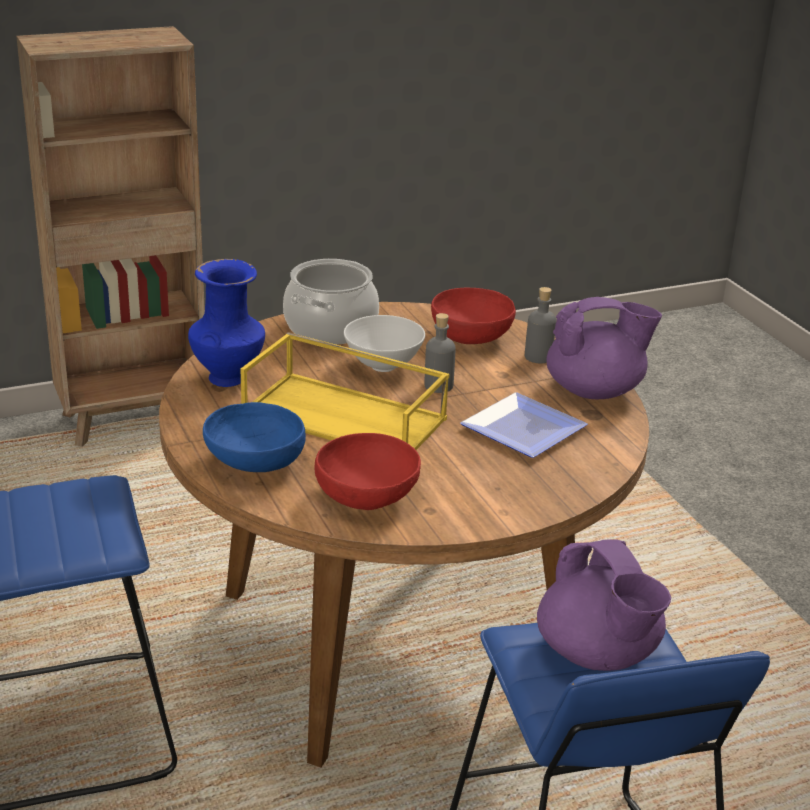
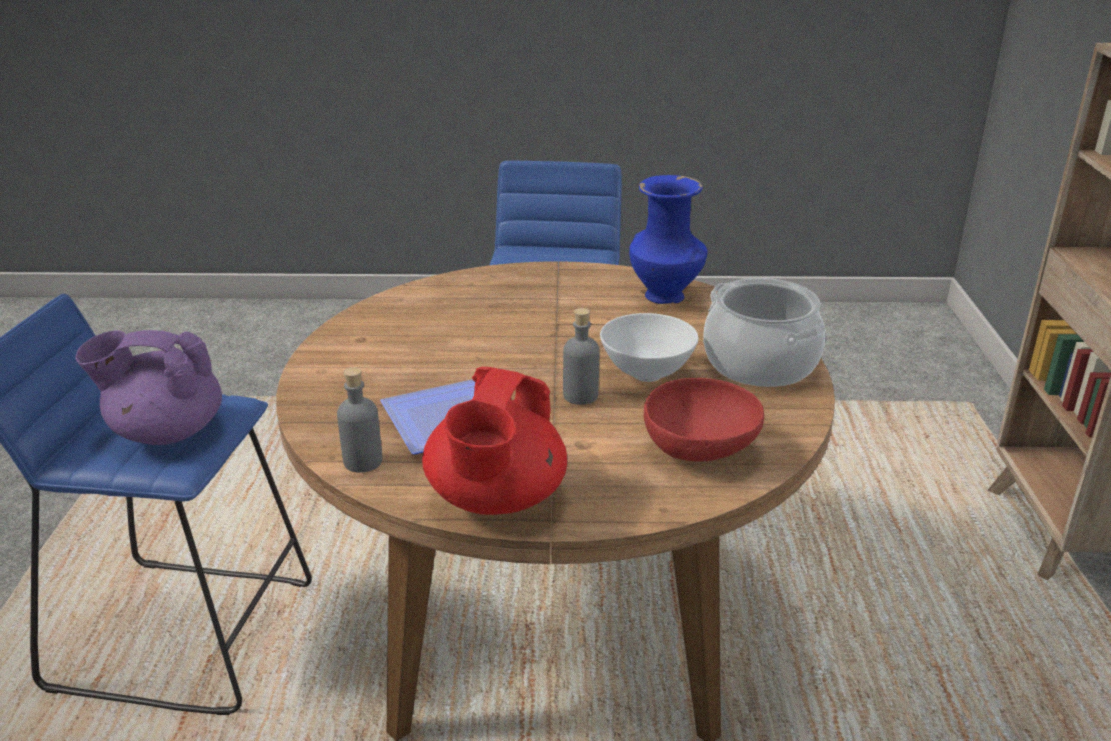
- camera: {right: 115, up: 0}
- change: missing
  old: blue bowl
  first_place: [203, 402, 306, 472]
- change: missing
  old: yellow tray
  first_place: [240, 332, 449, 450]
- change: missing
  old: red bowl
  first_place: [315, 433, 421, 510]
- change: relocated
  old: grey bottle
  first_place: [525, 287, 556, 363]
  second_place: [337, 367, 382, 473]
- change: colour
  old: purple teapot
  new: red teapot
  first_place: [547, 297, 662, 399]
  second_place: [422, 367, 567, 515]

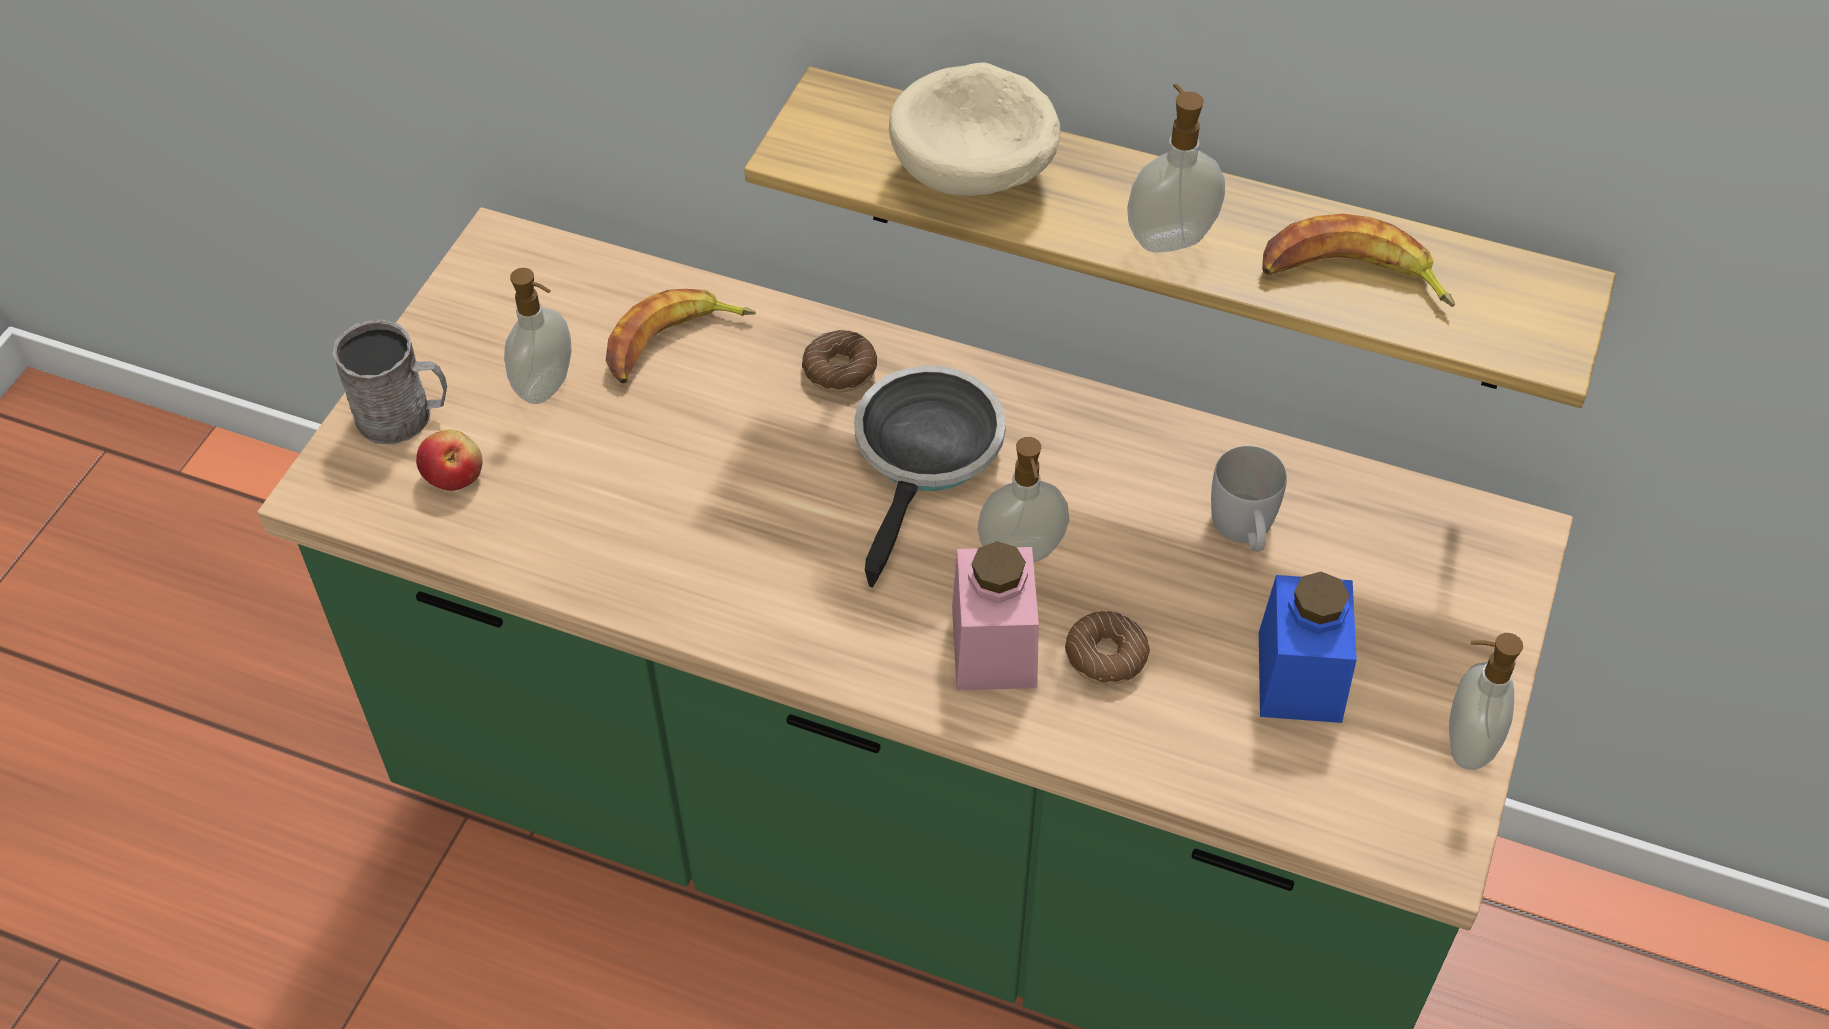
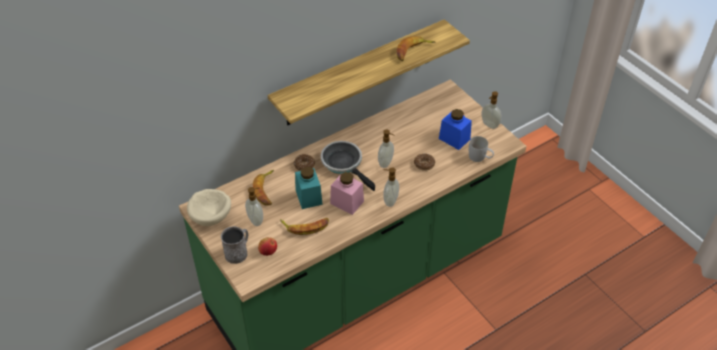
- camera: {right: -55, up: -5}
- change: appeared
  new: banana
  second_place: [280, 218, 329, 235]
- change: appeared
  new: turquoise jar
  second_place: [295, 167, 323, 209]
- change: relocated
  old: beige bowl
  first_place: [889, 63, 1060, 196]
  second_place: [187, 189, 231, 226]
- change: relocated
  old: pink jar
  first_place: [952, 541, 1039, 690]
  second_place: [330, 172, 364, 215]
- change: relocated
  old: soap dispenser
  first_place: [1127, 84, 1225, 253]
  second_place: [383, 168, 399, 207]
- change: relocated
  old: white mug
  first_place: [1211, 446, 1287, 552]
  second_place: [469, 136, 494, 162]

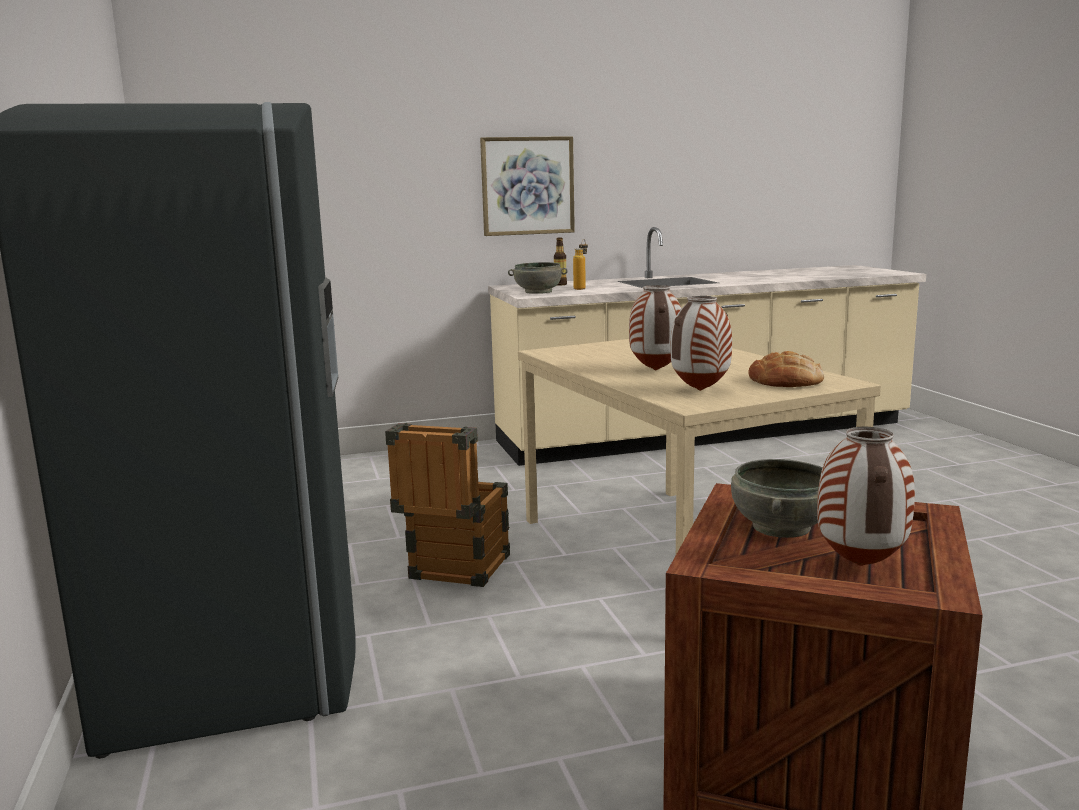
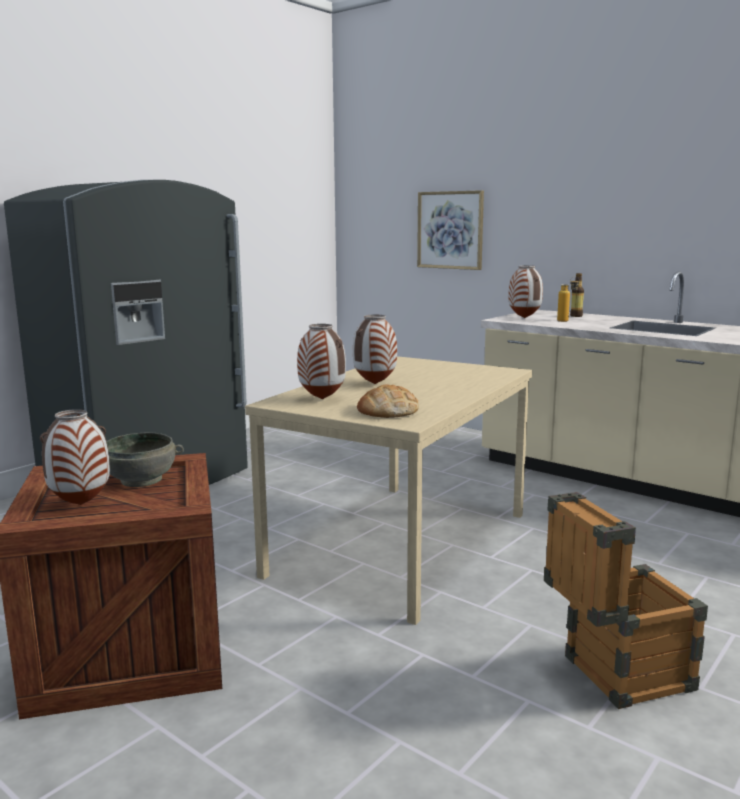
- camera: {right: 55, up: 0}
- change: relocated
  old: crate
  first_place: [385, 423, 510, 587]
  second_place: [544, 492, 708, 709]
- change: relocated
  old: picture
  first_place: [480, 136, 575, 236]
  second_place: [417, 190, 484, 270]
- change: exchanged
  old: grey bowl
  new: vase
  first_place: [508, 262, 568, 294]
  second_place: [508, 265, 543, 318]

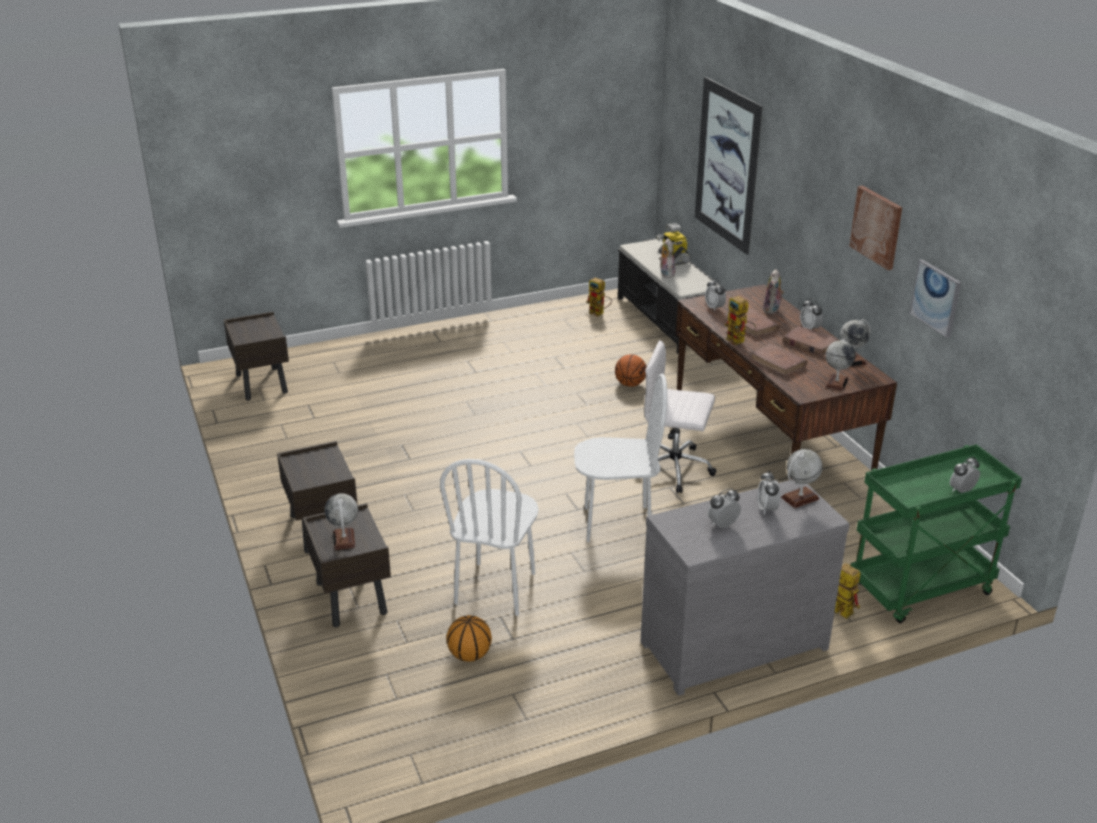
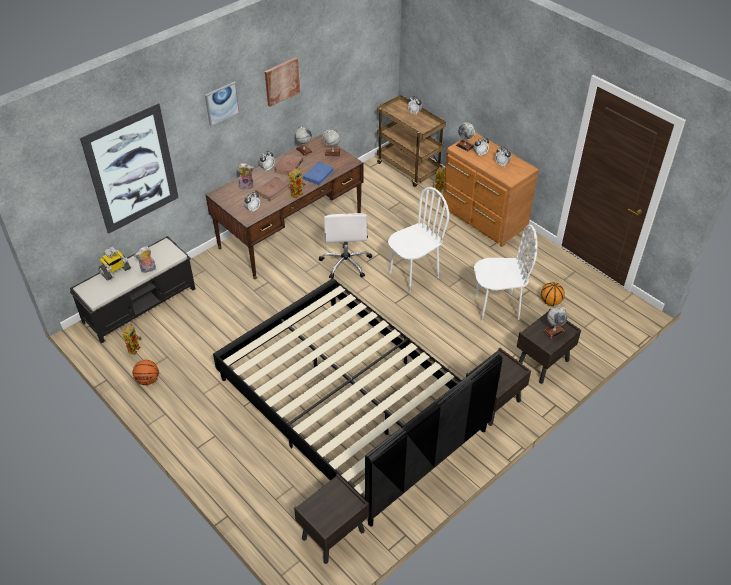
- camera: {right: -110, up: 15}
- change: appeared
  new: black bed
  second_place: [213, 278, 503, 526]
- change: relocated
  old: basketball
  first_place: [615, 354, 647, 387]
  second_place: [132, 360, 159, 385]
- change: relocated
  old: picture
  first_place: [910, 259, 961, 338]
  second_place: [205, 82, 240, 126]
- change: colour
  old: grey dresser
  new: brown dresser
  first_place: [641, 479, 850, 696]
  second_place: [442, 132, 539, 247]
- change: colour
  old: brown book
  new: blue book
  first_place: [750, 344, 807, 377]
  second_place: [303, 162, 335, 186]
- change: colour
  old: green cart
  new: brown cart
  first_place: [851, 444, 1022, 623]
  second_place: [377, 95, 446, 187]
- change: spun
  old: white chair
  first_place: [574, 374, 667, 542]
  second_place: [388, 187, 449, 292]
  degrees: 75

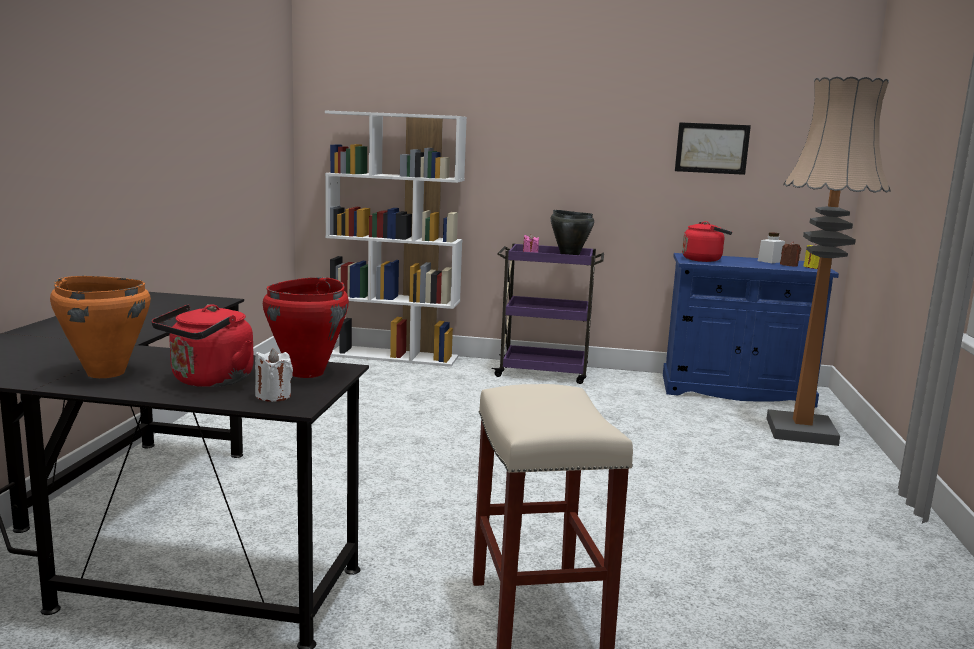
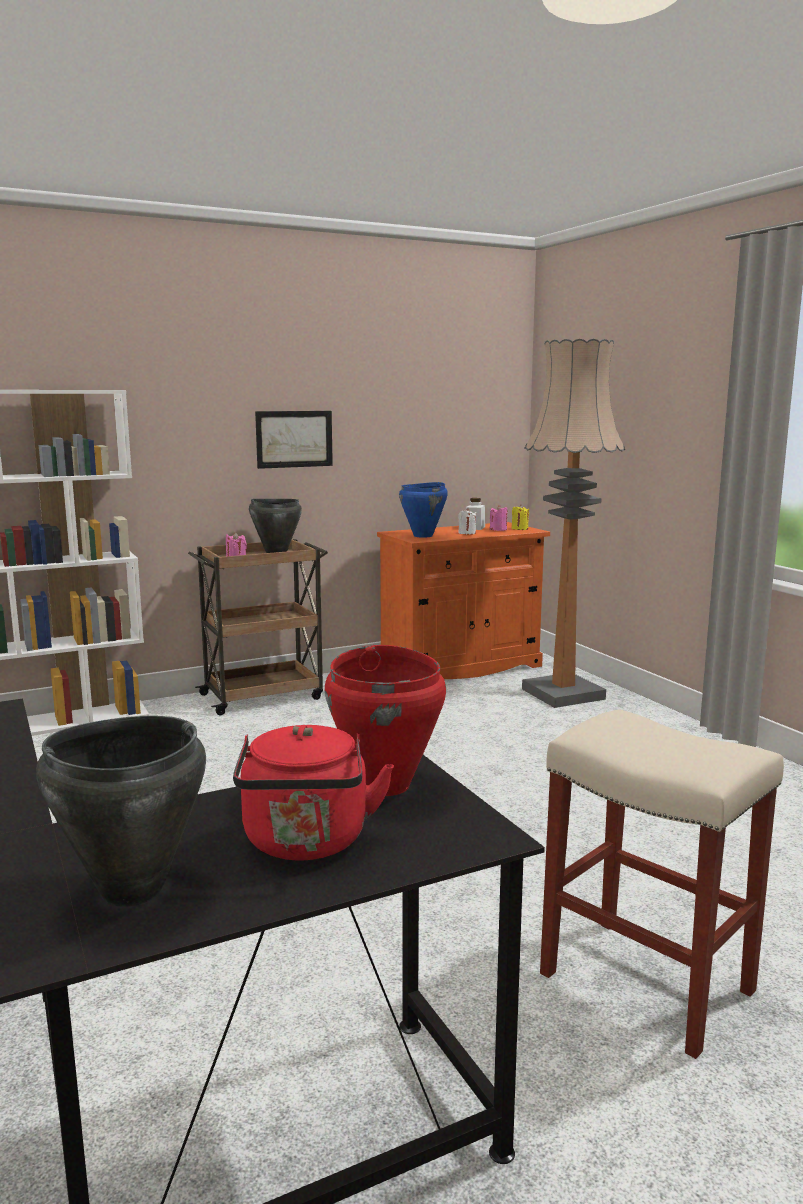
- camera: {right: -35, up: 0}
- change: relocated
  old: white candle
  first_place: [255, 348, 293, 402]
  second_place: [458, 508, 477, 534]
- change: relocated
  old: picture
  first_place: [675, 122, 751, 175]
  second_place: [255, 411, 333, 469]
- change: exchanged
  old: red kettle
  new: blue cooking pot
  first_place: [682, 221, 732, 262]
  second_place: [399, 482, 448, 538]
- change: colour
  old: orange cooking pot
  new: black cooking pot
  first_place: [50, 276, 151, 378]
  second_place: [36, 716, 206, 907]
- change: colour
  old: purple cart
  new: brown cart
  first_place: [492, 244, 604, 384]
  second_place: [188, 539, 328, 715]
- change: colour
  old: blue cabinet
  new: orange cabinet
  first_place: [663, 253, 839, 408]
  second_place: [377, 522, 550, 679]
- change: colour
  old: brown candle
  new: pink candle
  first_place: [780, 241, 801, 266]
  second_place: [490, 505, 507, 531]

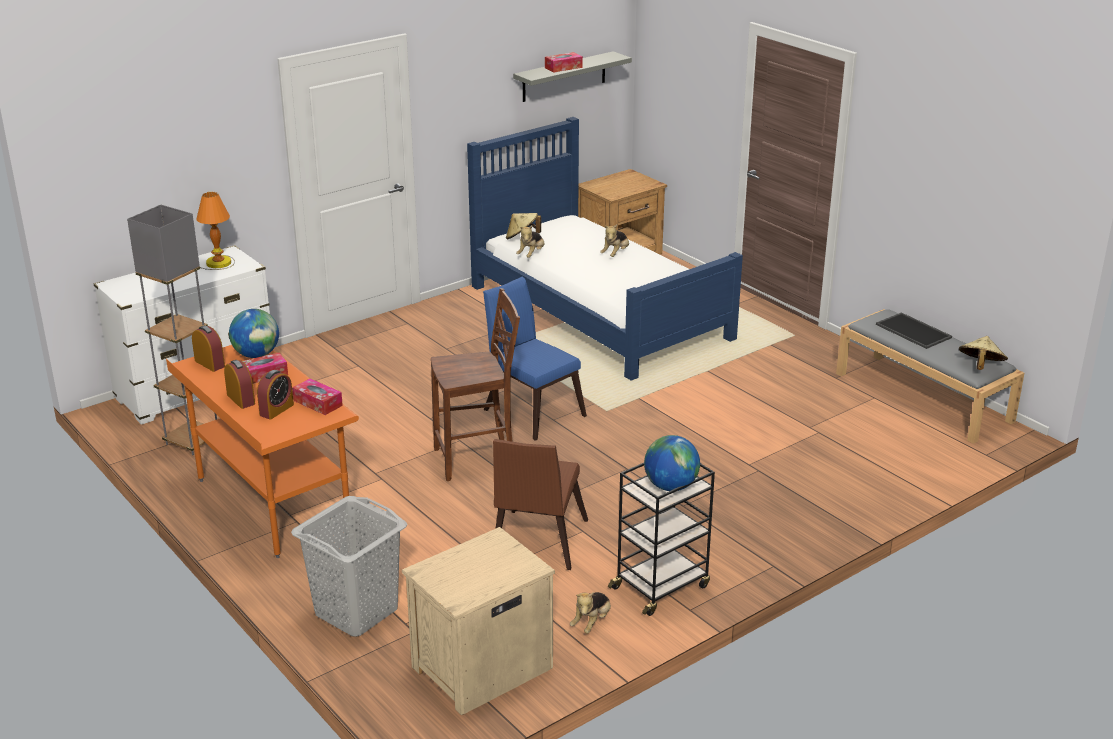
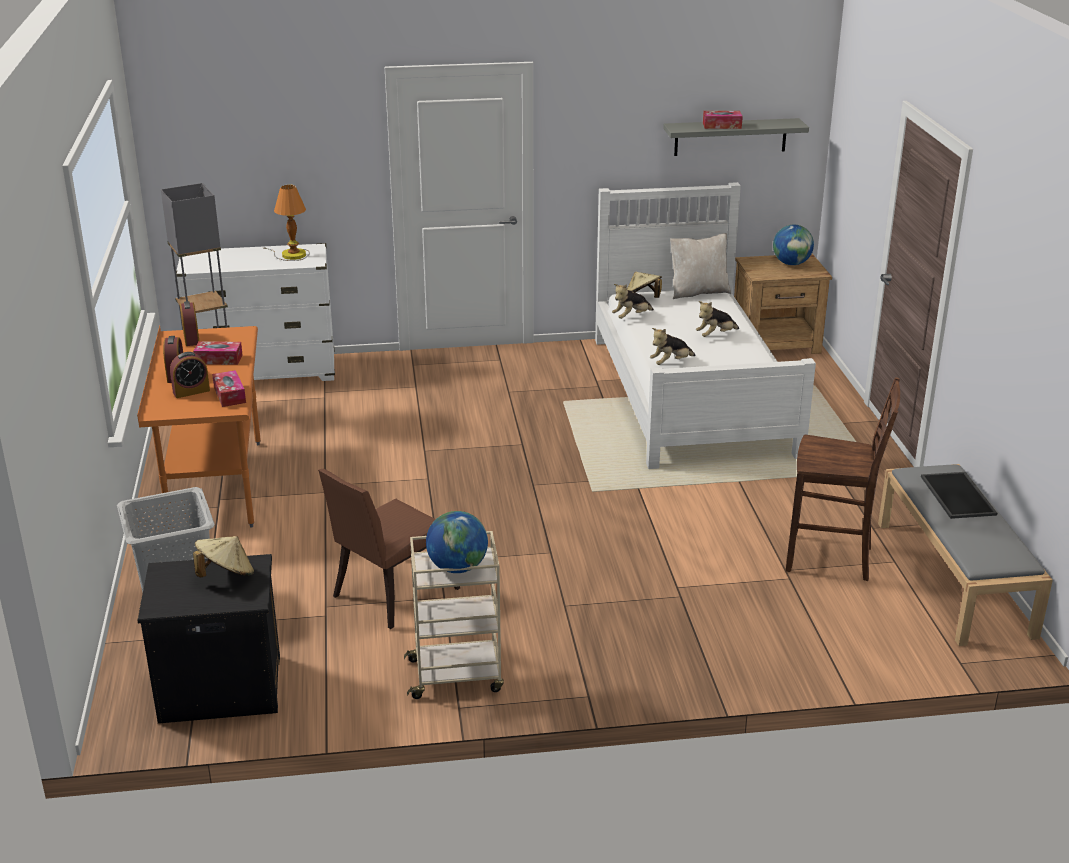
- camera: {right: 30, up: 0}
- change: missing
  old: blue chair
  first_place: [483, 277, 587, 441]
- change: appeared
  new: beige pillow
  second_place: [670, 233, 731, 299]
- change: relocated
  old: globe
  first_place: [229, 309, 279, 358]
  second_place: [773, 225, 814, 265]
- change: relocated
  old: brown chair
  first_place: [431, 288, 520, 481]
  second_place: [786, 377, 900, 581]
- change: relocated
  old: plush toy
  first_place: [570, 592, 611, 634]
  second_place: [650, 328, 696, 365]
- change: relocated
  old: beige hat
  first_place: [959, 336, 1008, 370]
  second_place: [193, 536, 254, 577]
- change: colour
  old: beige nightstand
  new: black nightstand
  first_place: [402, 527, 555, 715]
  second_place: [137, 554, 280, 723]
- change: colour
  old: blue bed
  new: white bed
  first_place: [467, 117, 743, 381]
  second_place: [595, 182, 816, 469]
- change: colour
  old: black cart
  new: beige cart
  first_place: [608, 463, 715, 616]
  second_place: [404, 531, 504, 699]

